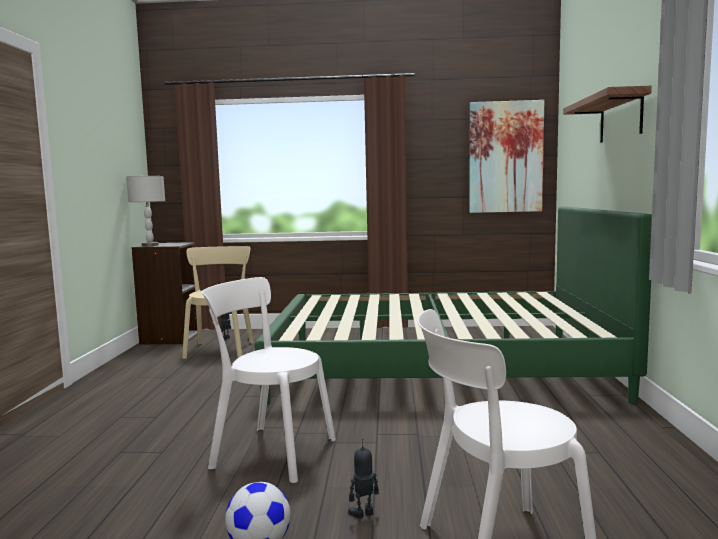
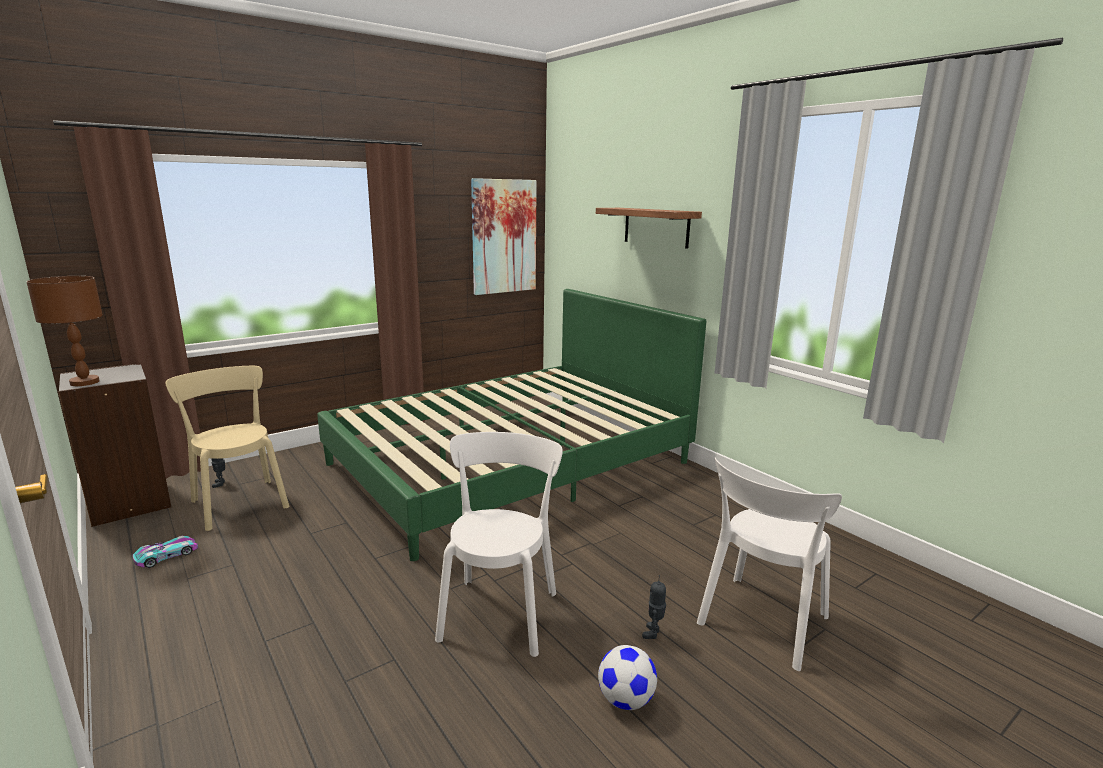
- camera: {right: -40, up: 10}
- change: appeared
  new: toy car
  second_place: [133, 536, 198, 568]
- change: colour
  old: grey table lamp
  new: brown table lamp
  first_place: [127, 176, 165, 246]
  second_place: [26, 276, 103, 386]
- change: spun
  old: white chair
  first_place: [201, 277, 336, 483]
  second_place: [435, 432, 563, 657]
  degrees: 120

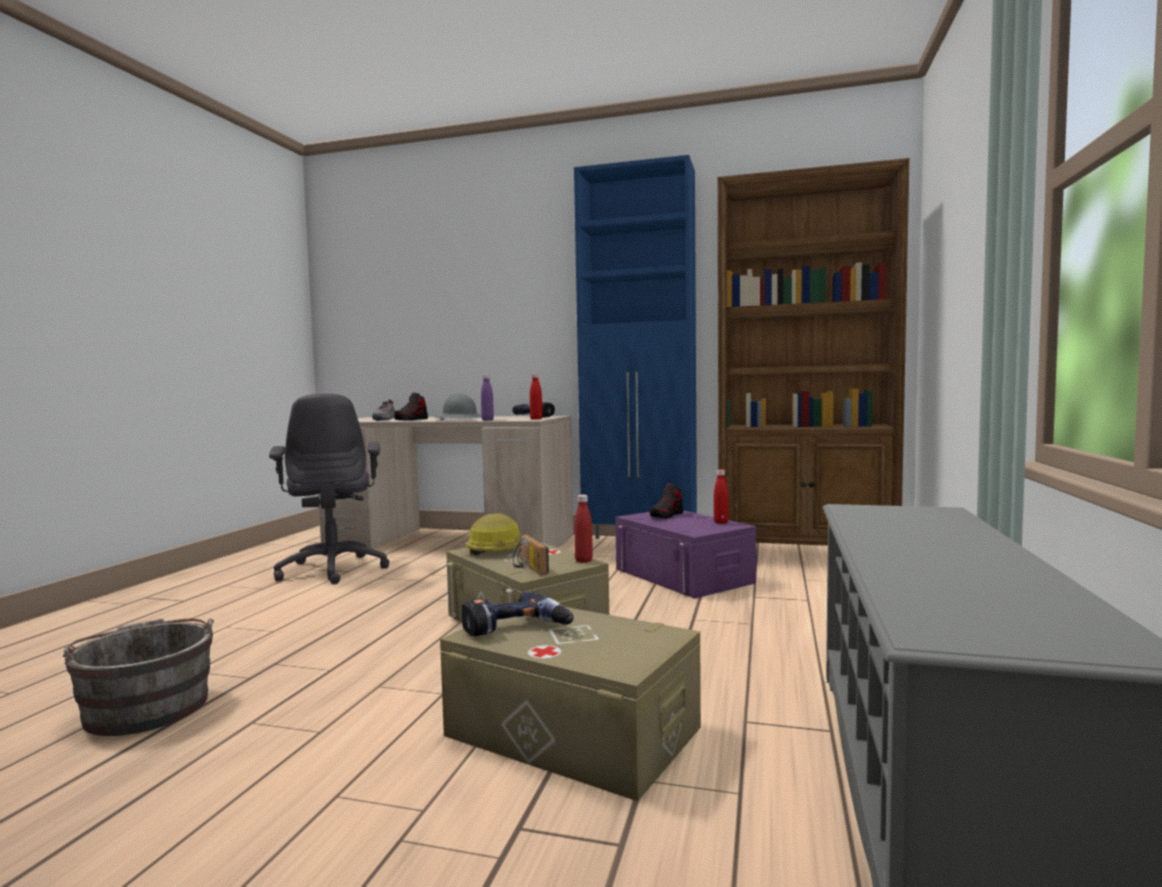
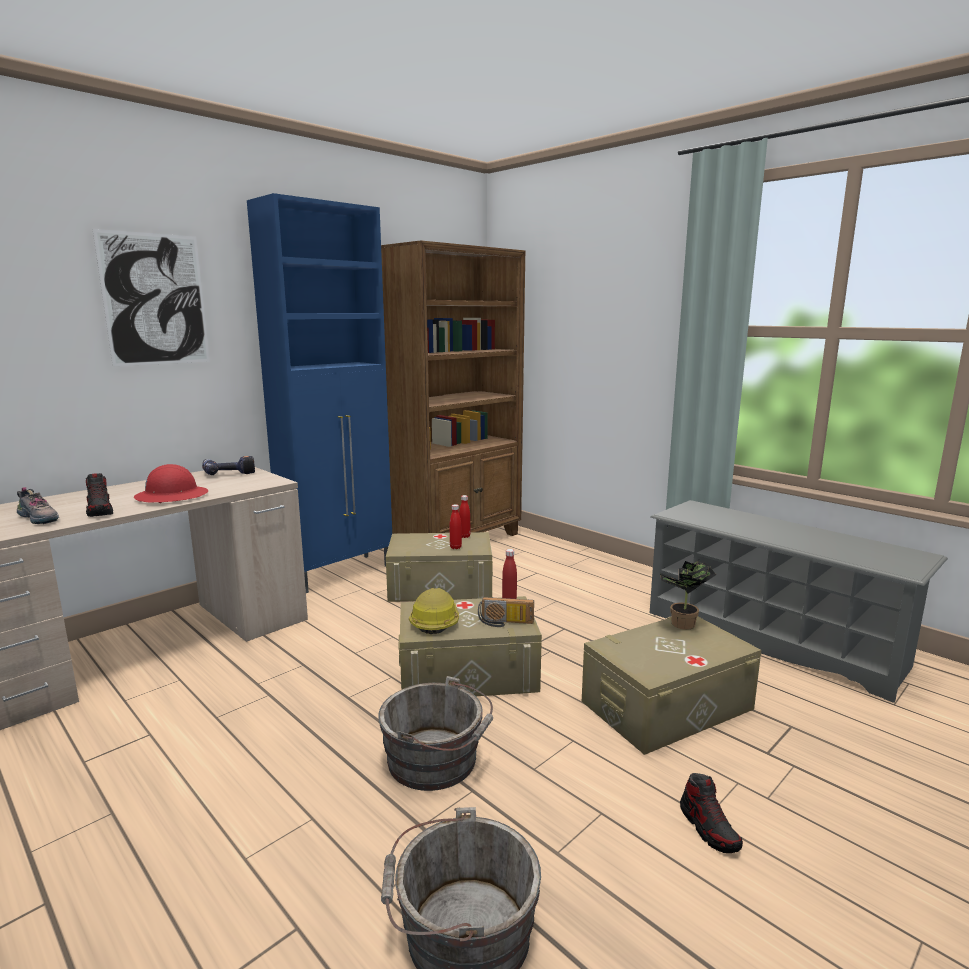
- camera: {right: -60, up: 10}
- change: missing
  old: grey office chair
  first_place: [269, 393, 389, 584]
- change: missing
  old: power drill
  first_place: [462, 591, 574, 637]
- change: missing
  old: purple bottle
  first_place: [481, 374, 494, 421]
- change: appeared
  new: picture
  second_place: [92, 229, 210, 366]
- change: appeared
  new: grey bucket
  second_place: [378, 676, 493, 791]
- change: appeared
  new: potted plant
  second_place: [660, 560, 716, 630]
- change: relocated
  old: red bottle
  first_place: [530, 373, 542, 420]
  second_place: [450, 504, 462, 549]
- change: relocated
  old: shoe
  first_place: [650, 483, 683, 519]
  second_place: [680, 773, 743, 853]
- change: colour
  old: grey hard hat
  new: red hard hat
  first_place: [435, 393, 482, 420]
  second_place: [134, 464, 208, 503]
- change: colour
  old: purple storage box
  new: beige storage box
  first_place: [615, 510, 756, 599]
  second_place: [386, 532, 493, 602]

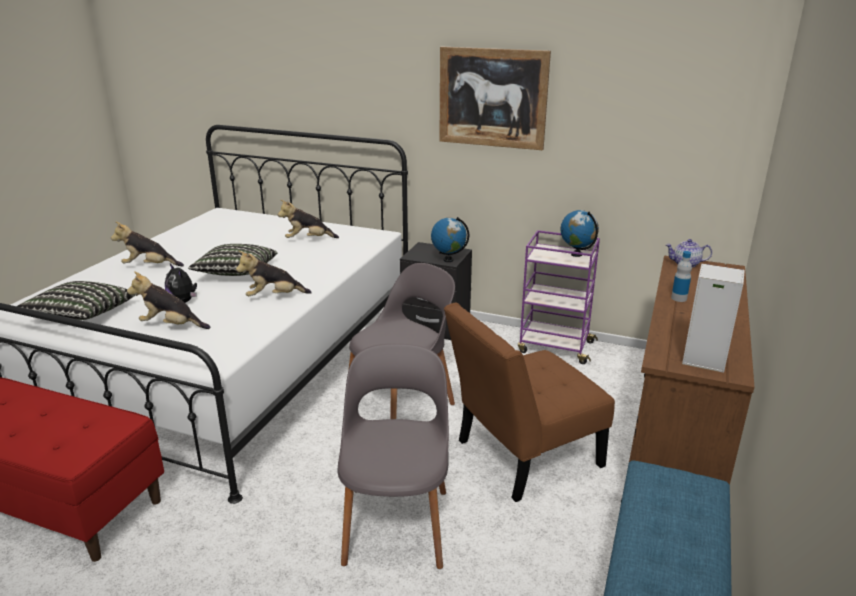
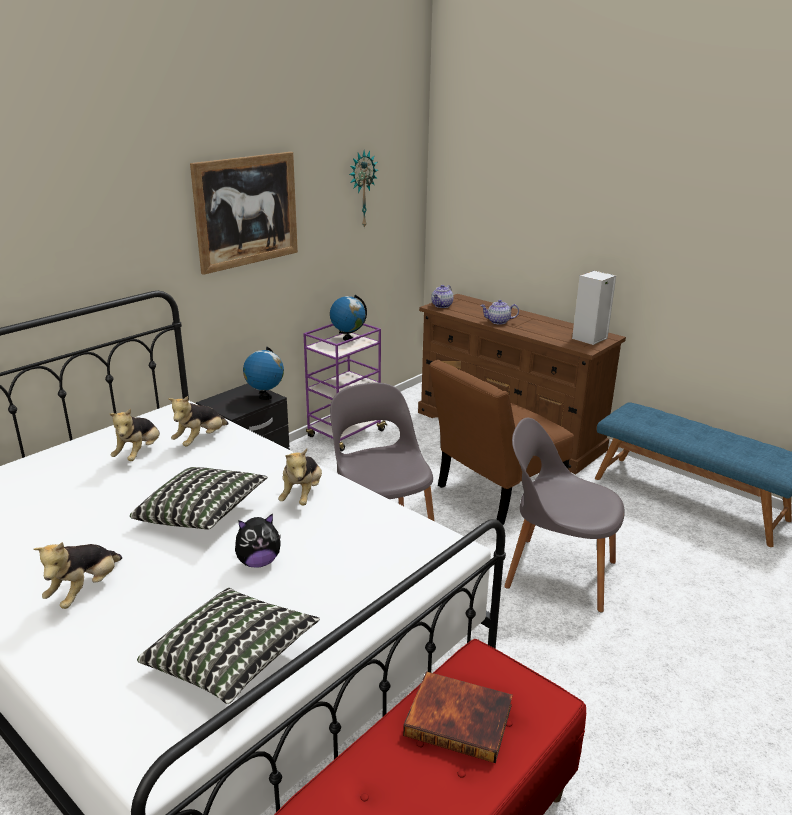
- camera: {right: -70, up: 0}
- change: appeared
  new: wall clock
  second_place: [349, 151, 378, 229]
- change: appeared
  new: book
  second_place: [403, 671, 513, 763]
- change: relocated
  old: plush toy
  first_place: [127, 271, 210, 329]
  second_place: [168, 396, 229, 446]
- change: exchanged
  old: bottle
  new: teapot
  first_place: [671, 251, 692, 302]
  second_place: [480, 300, 519, 325]
- change: spun
  old: brown chair
  first_place: [444, 303, 615, 502]
  second_place: [429, 360, 574, 525]
  degrees: 60

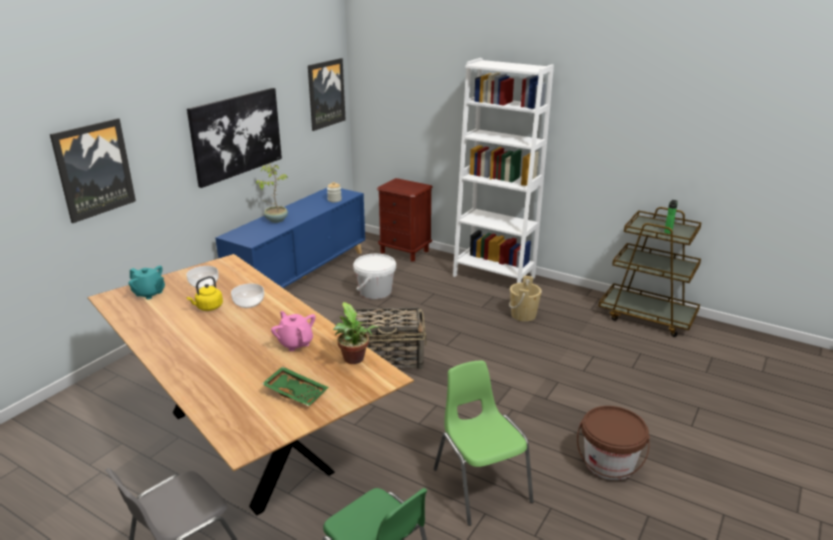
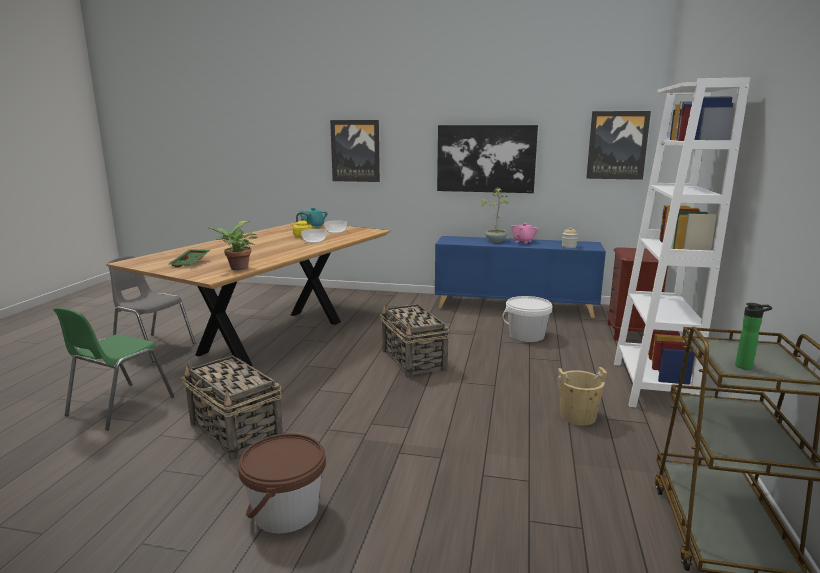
- camera: {right: 70, up: -10}
- change: relocated
  old: pink teapot
  first_place: [271, 311, 316, 351]
  second_place: [511, 223, 538, 244]
- change: exchanged
  old: green chair
  new: basket
  first_place: [434, 360, 534, 526]
  second_place: [182, 355, 283, 460]

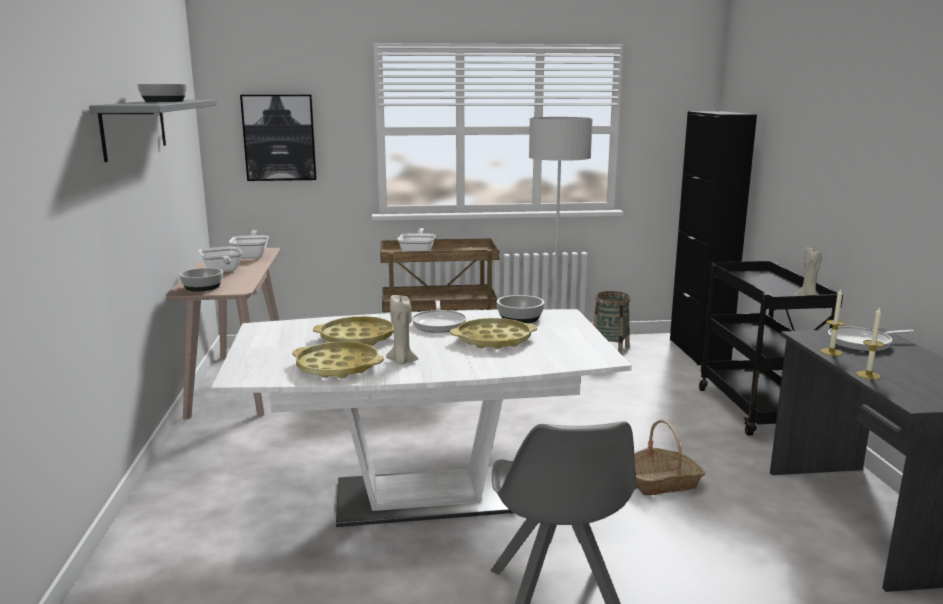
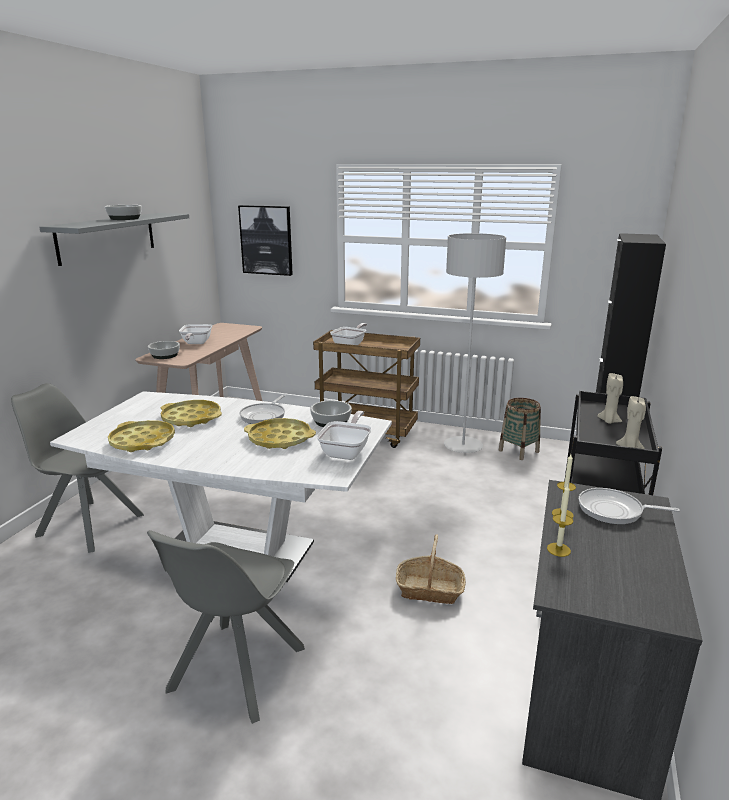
- camera: {right: 25, up: 5}
- change: appeared
  new: grey chair
  second_place: [11, 383, 144, 553]
- change: relocated
  old: frying pan
  first_place: [229, 230, 269, 259]
  second_place: [316, 411, 372, 460]
- change: relocated
  old: beige candle
  first_place: [386, 294, 418, 364]
  second_place: [597, 373, 623, 424]

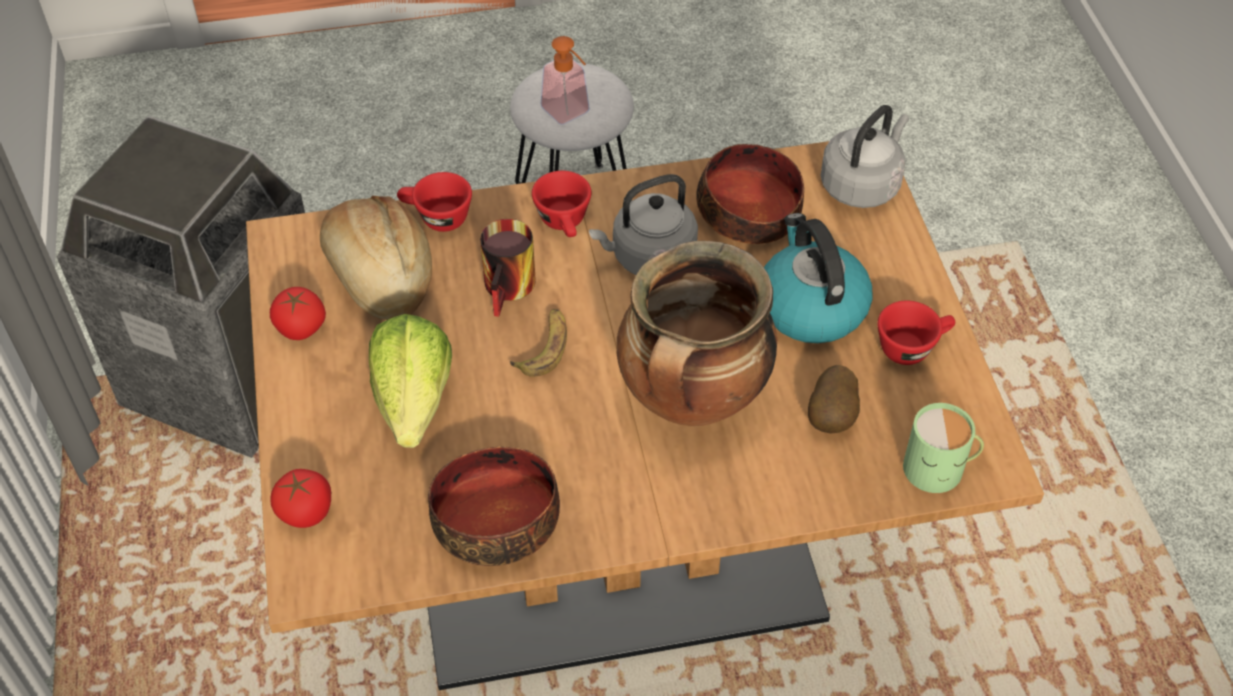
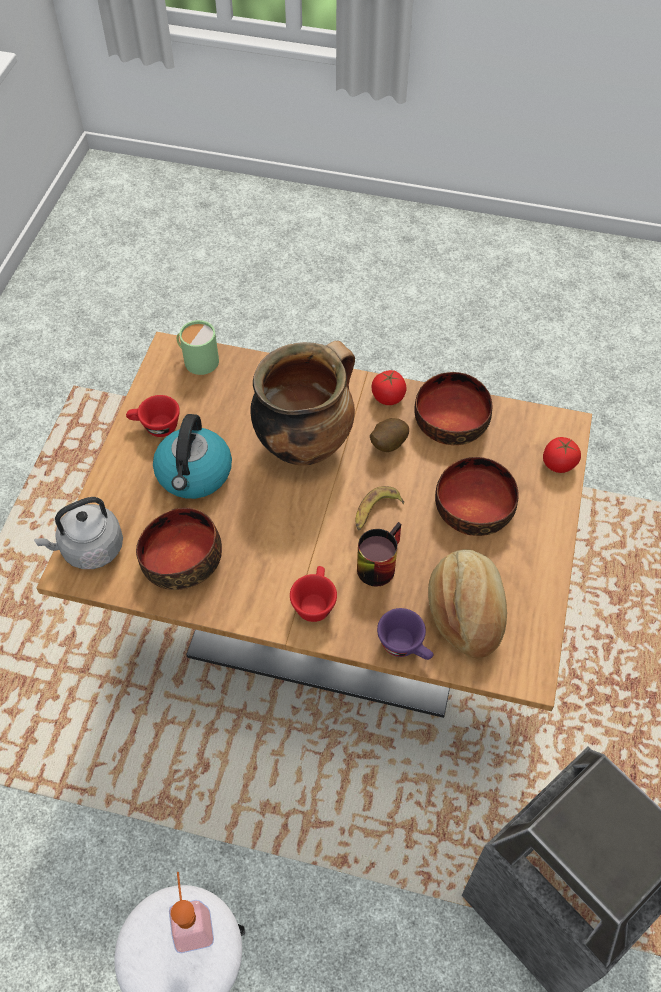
- camera: {right: -155, up: 5}
- change: missing
  old: grey kettle
  first_place: [589, 174, 698, 275]
- change: relocated
  old: tomato
  first_place: [270, 287, 326, 340]
  second_place: [372, 370, 406, 405]
- change: relocated
  old: potato
  first_place: [808, 365, 860, 434]
  second_place: [370, 418, 409, 452]
- change: exchanged
  old: lettuce
  new: bowl
  first_place: [369, 314, 452, 448]
  second_place: [435, 457, 519, 536]
- change: colour
  old: red cup
  new: purple cup
  first_place: [397, 172, 472, 232]
  second_place: [377, 608, 434, 660]

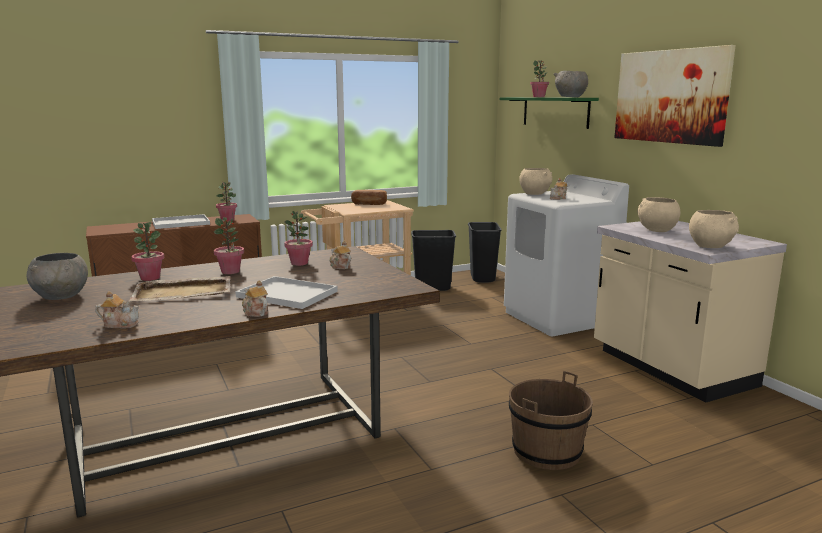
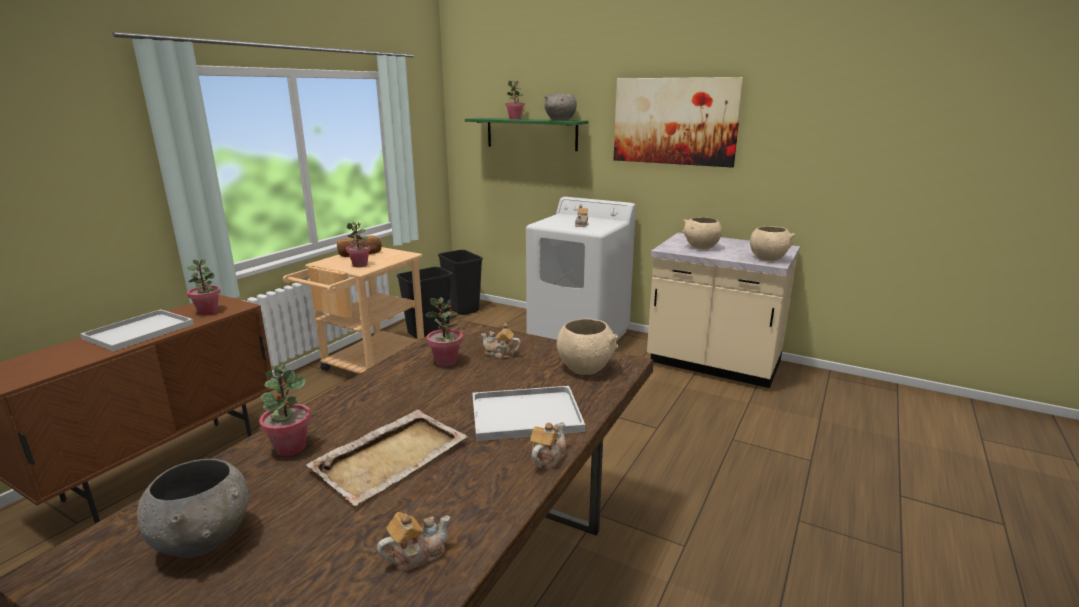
- camera: {right: -35, up: 5}
- change: missing
  old: brown bucket
  first_place: [509, 371, 593, 470]
- change: relocated
  old: potted plant
  first_place: [214, 217, 244, 274]
  second_place: [346, 222, 371, 267]
- change: relocated
  old: beige bowl
  first_place: [519, 168, 552, 195]
  second_place: [557, 318, 618, 375]
- change: spun
  old: teapot
  first_place: [242, 280, 268, 317]
  second_place: [530, 422, 566, 469]
  degrees: 105

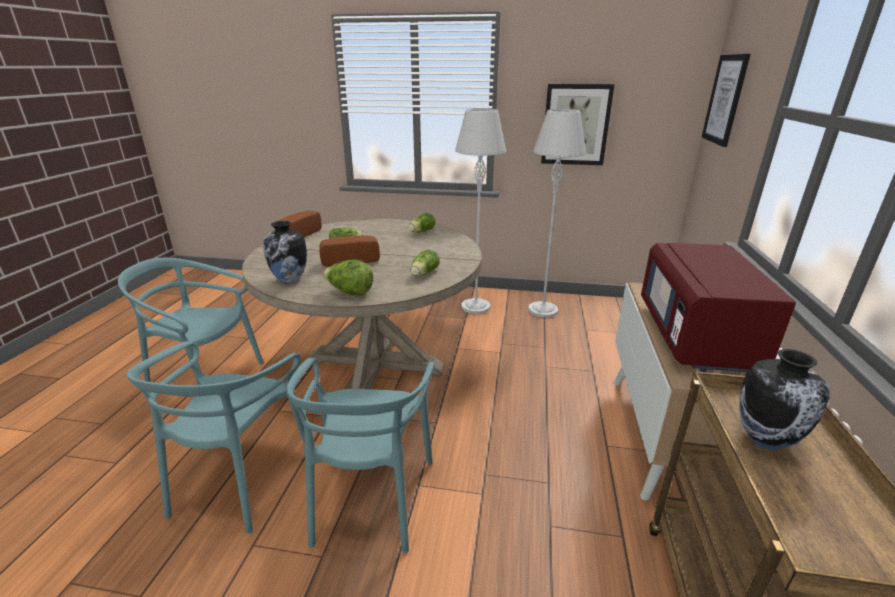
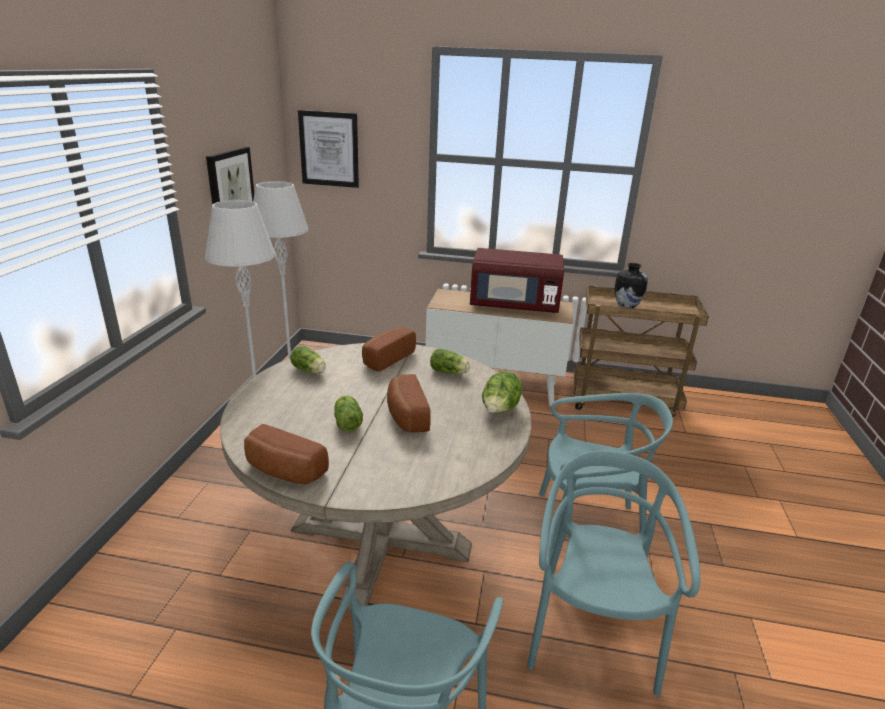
- camera: {right: -90, up: 0}
- change: missing
  old: vase
  first_place: [263, 221, 307, 283]
- change: appeared
  new: bread
  second_place: [362, 327, 416, 372]
- change: spun
  old: turquoise chair
  first_place: [127, 341, 305, 534]
  second_place: [527, 451, 701, 697]
  degrees: -90

